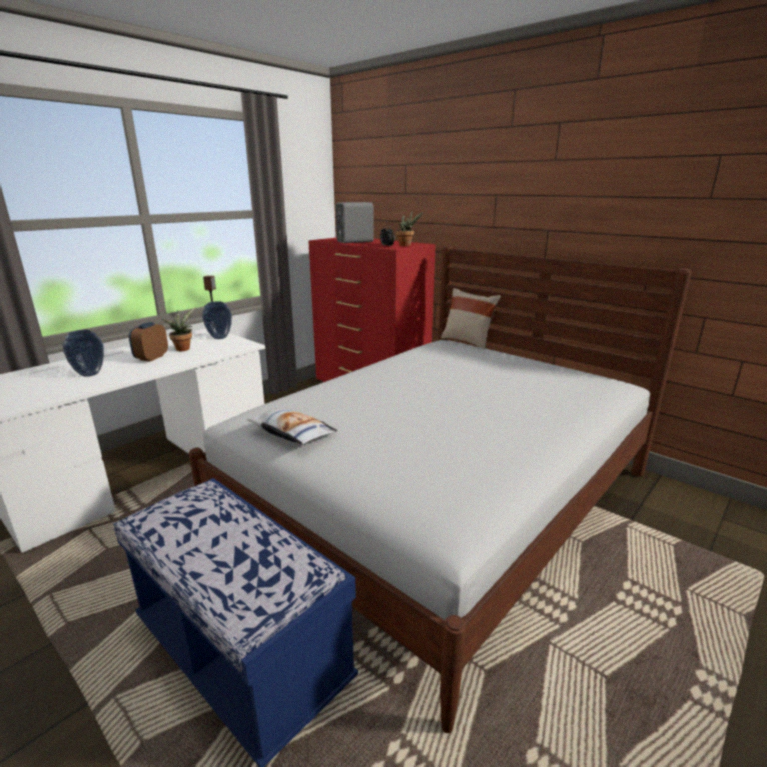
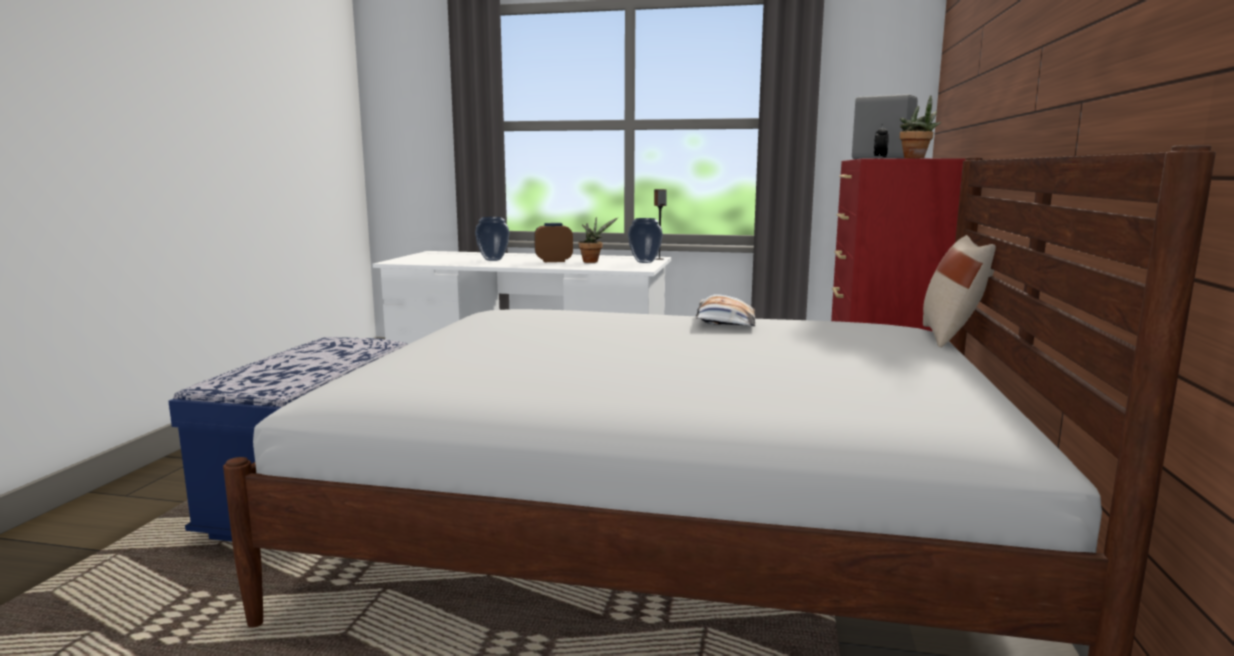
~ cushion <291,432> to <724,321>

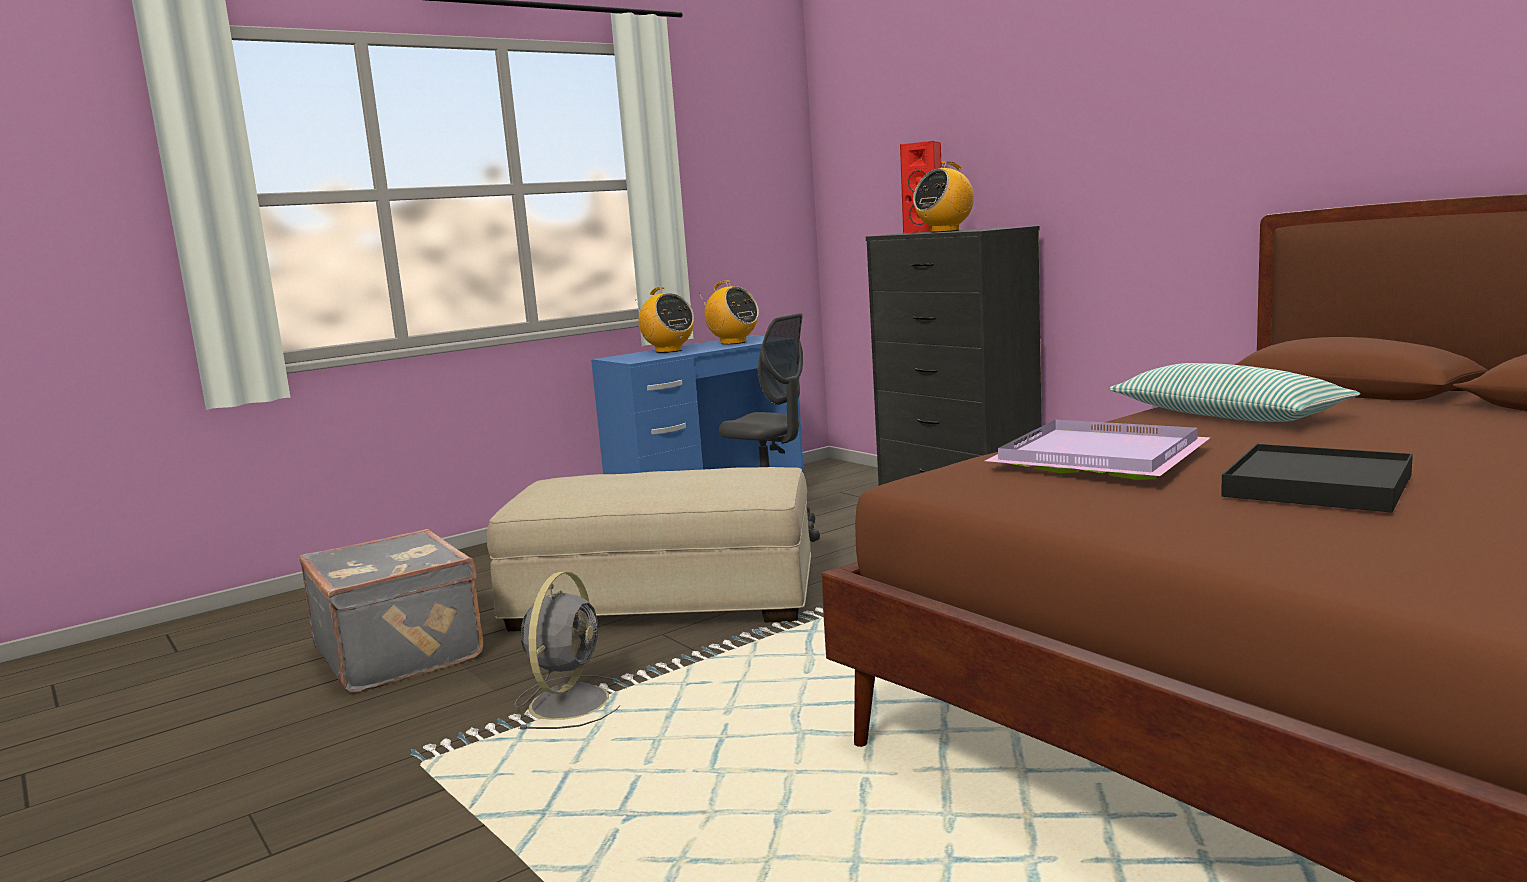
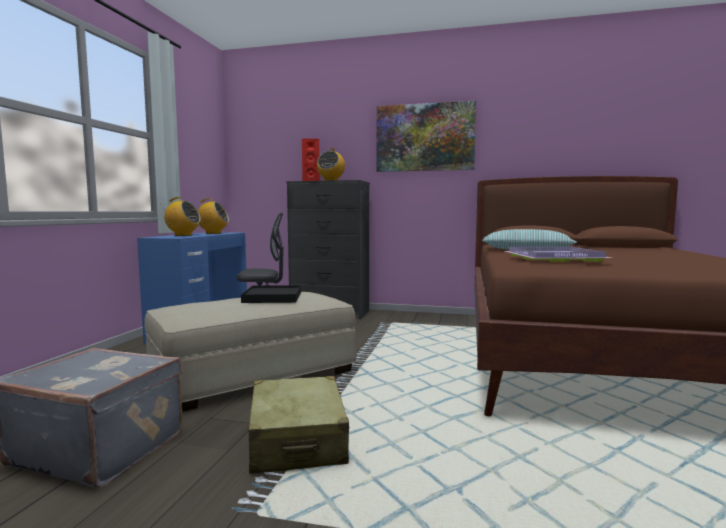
~ grey fan <571,701> to beige travel case <297,440>
~ black carrying tray <1316,486> to <272,297>
+ picture <424,137>

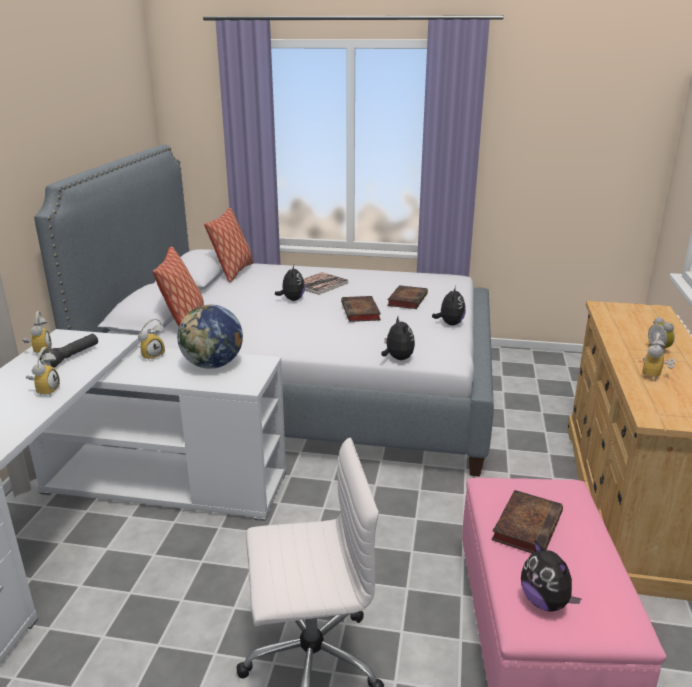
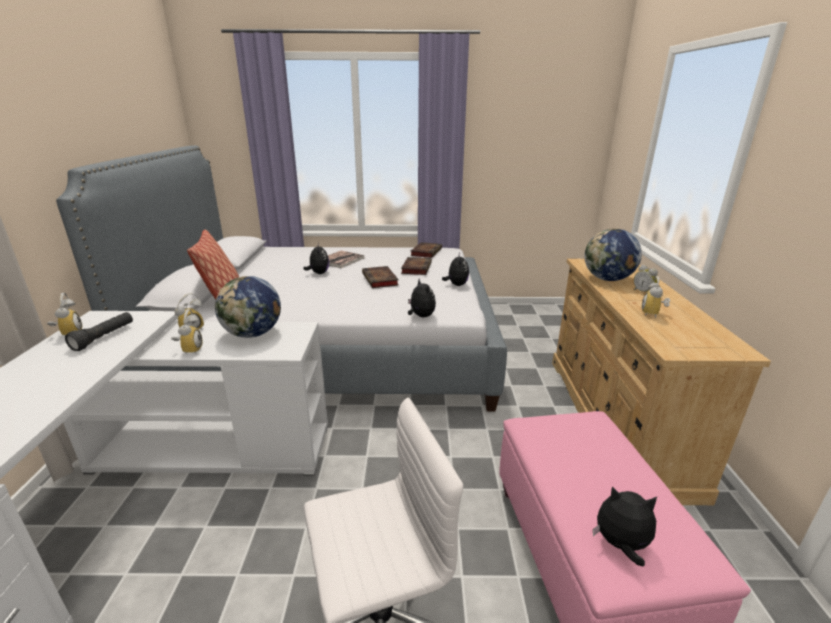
~ bedside clock <45,391> to <190,350>
- cushion <233,272>
~ volume <527,525> to <426,252>
~ plush toy <545,601> = <620,545> 150 degrees clockwise
+ globe <607,279>

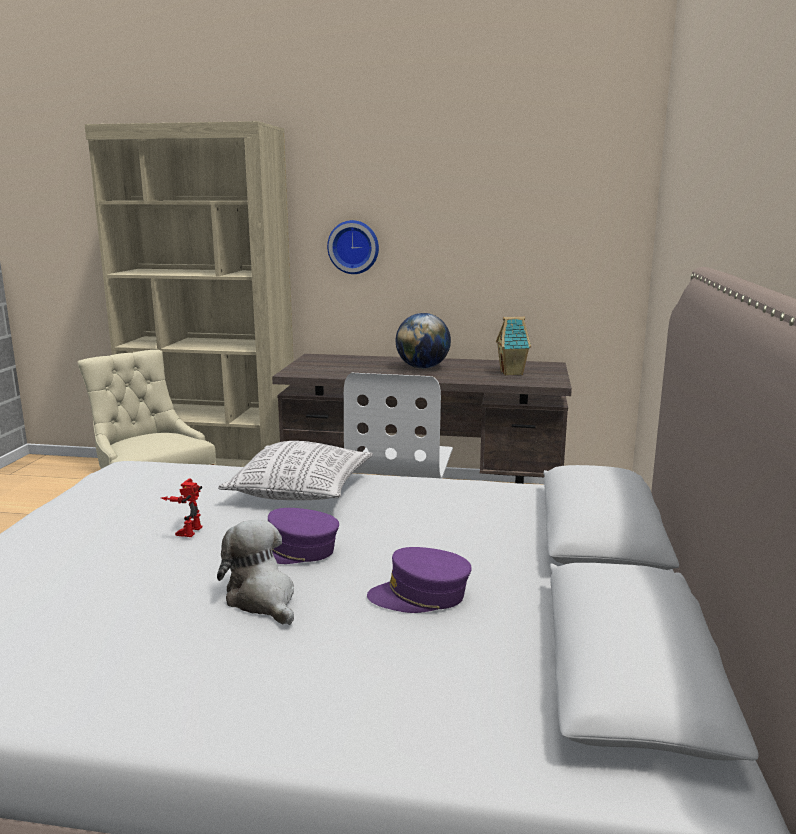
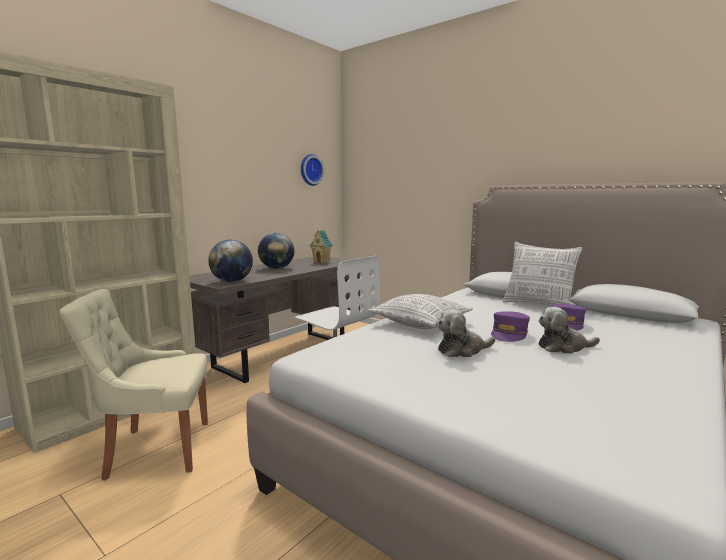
~ robot figure <186,530> to plush toy <462,350>
~ hanging clock <354,247> to <310,170>
+ globe <232,281>
+ cushion <538,305>

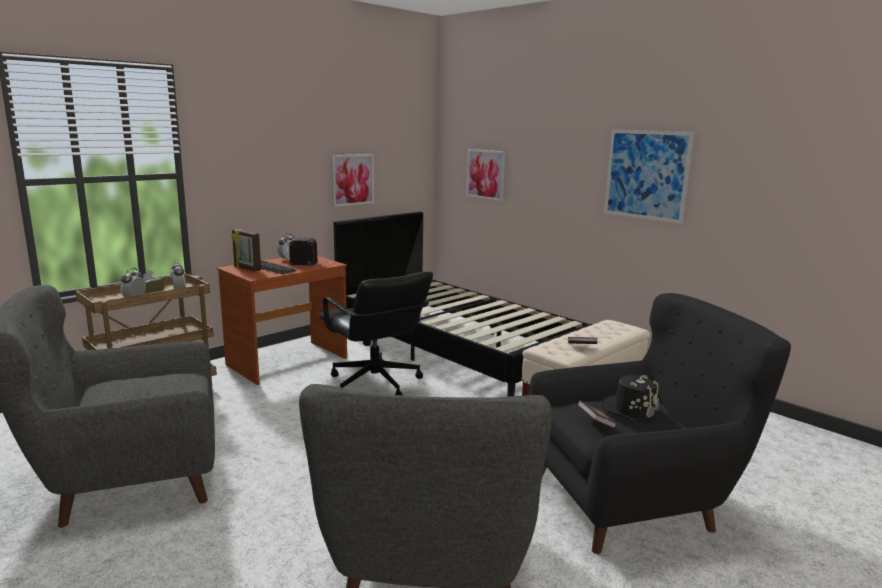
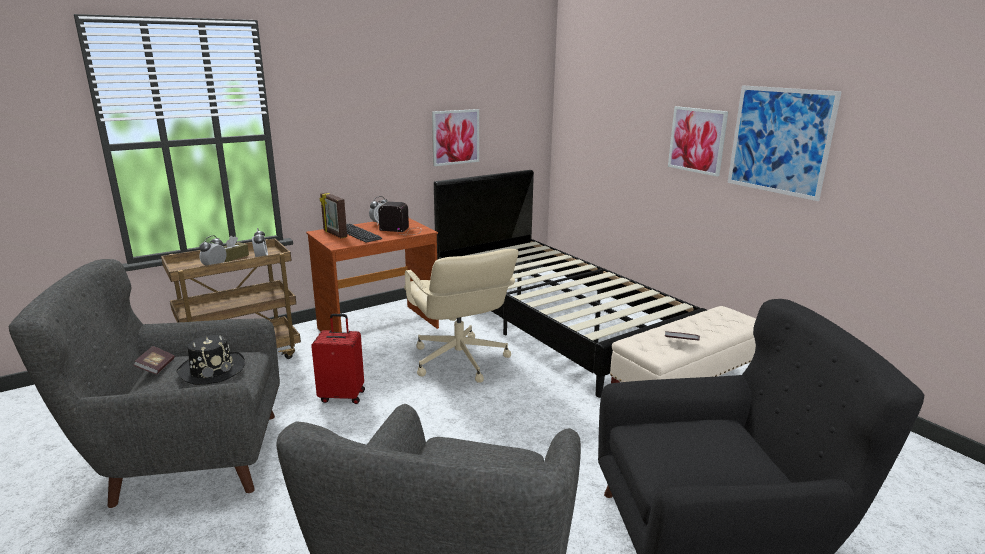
~ black office chair <375,384> to beige office chair <459,361>
~ picture <486,174> to <697,140>
~ volume <595,422> to <156,367>
~ black clothing hat <633,410> to <212,369>
+ red travel case <342,396>

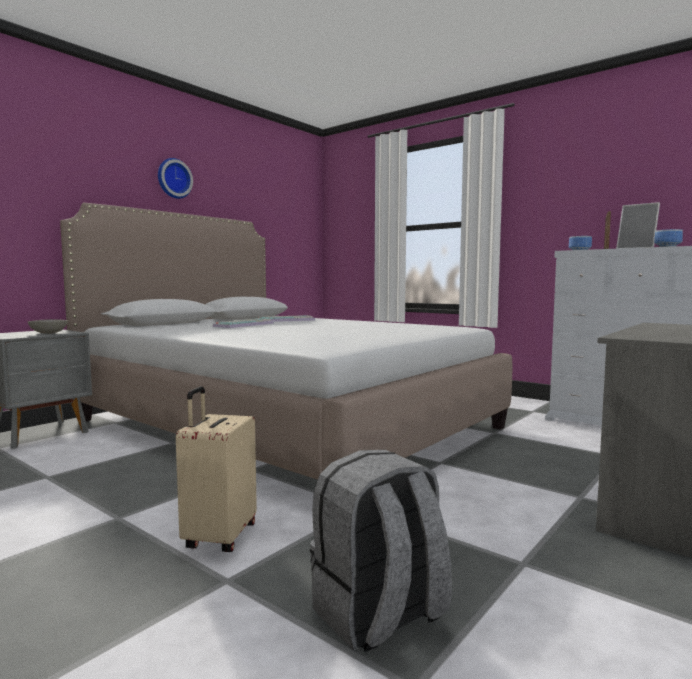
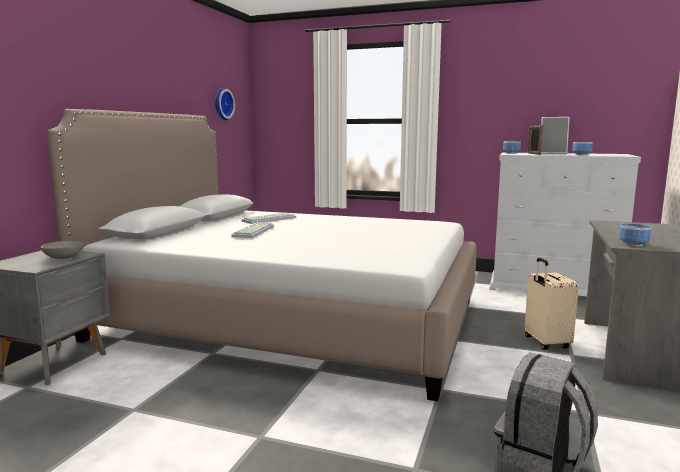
~ hanging clock <173,178> to <222,104>
~ beige travel case <219,537> to <545,343>
+ deep dish <634,244>

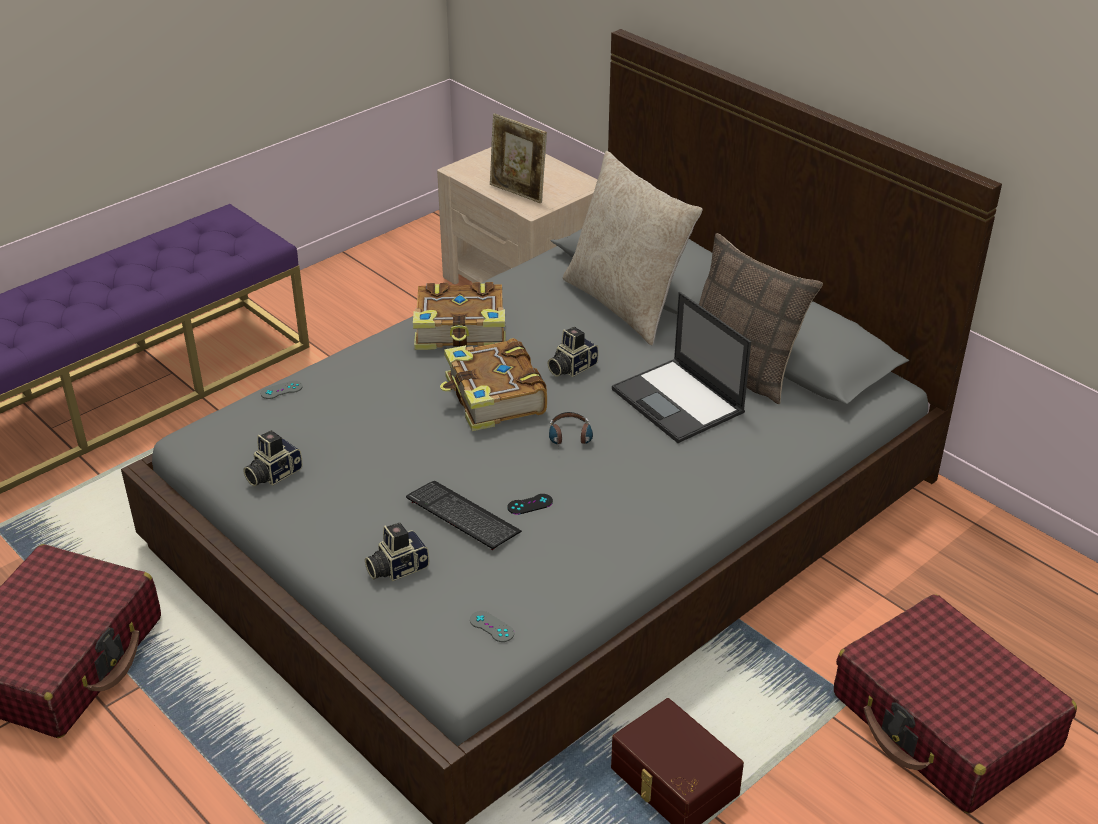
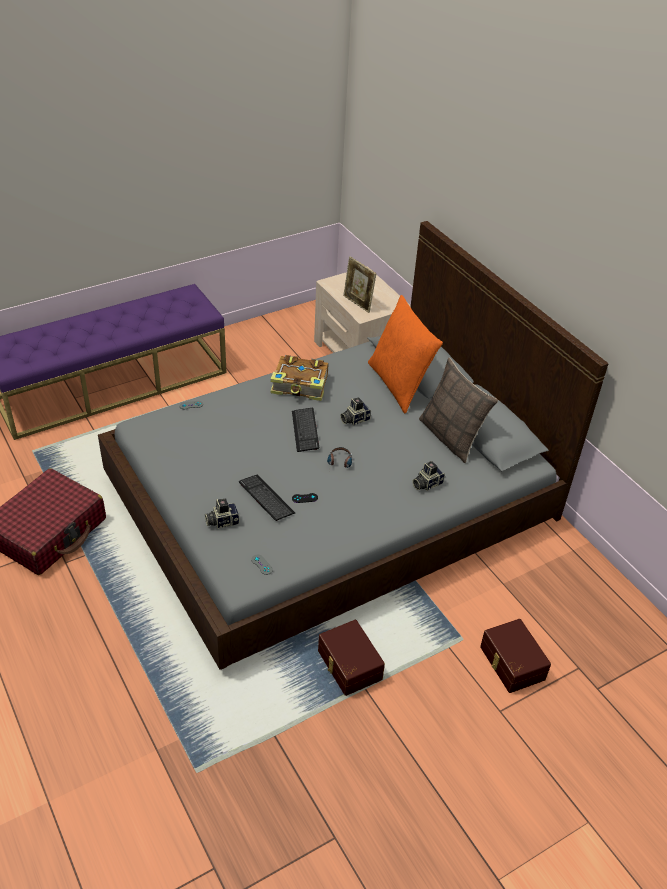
~ still camera <272,474> to <426,483>
~ volume <494,398> to computer keyboard <305,430>
~ beige cushion <626,304> to orange-coloured cushion <399,384>
- notebook computer <679,401>
~ red travel case <945,722> to brown storage box <511,663>

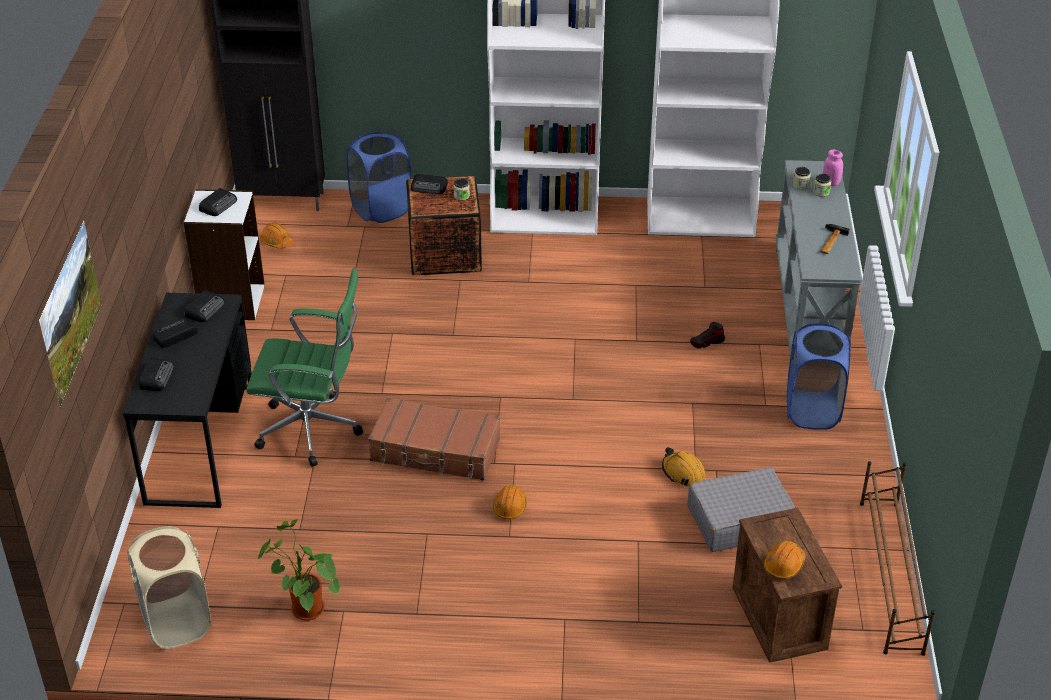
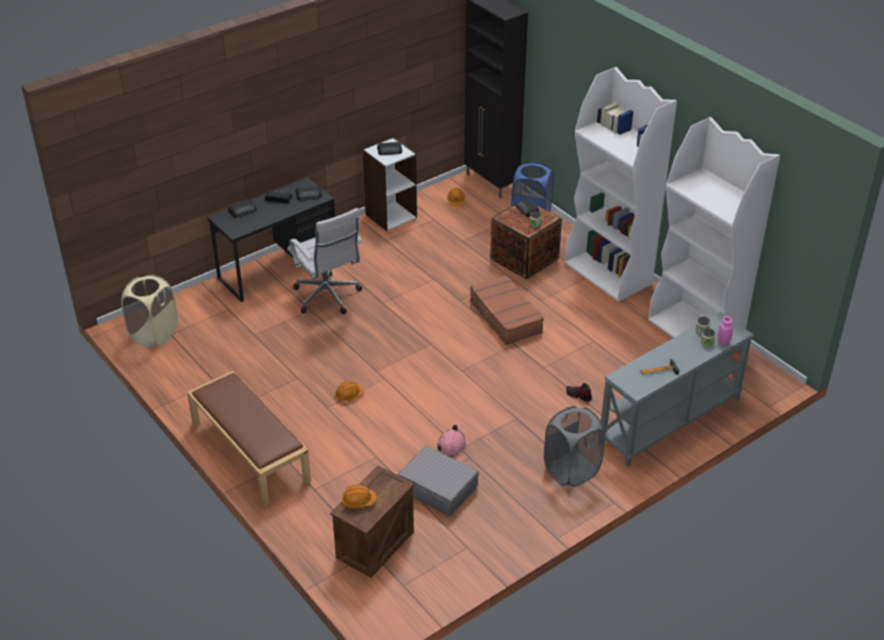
- picture <76,333>
~ greenish office chair <314,430> to white-coloured office chair <328,298>
- houseplant <304,609>
~ brown travel case <435,451> to <505,317>
~ orange-coloured hard hat <683,473> to pink hard hat <451,445>
~ blue-coloured laundry basket <812,411> to grey laundry basket <571,471>
- brown shoe stand <890,576>
+ brown indoor bench <249,452>

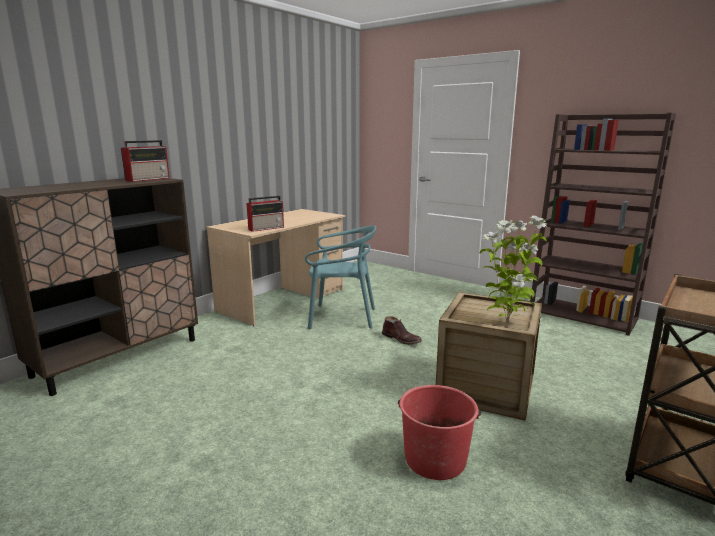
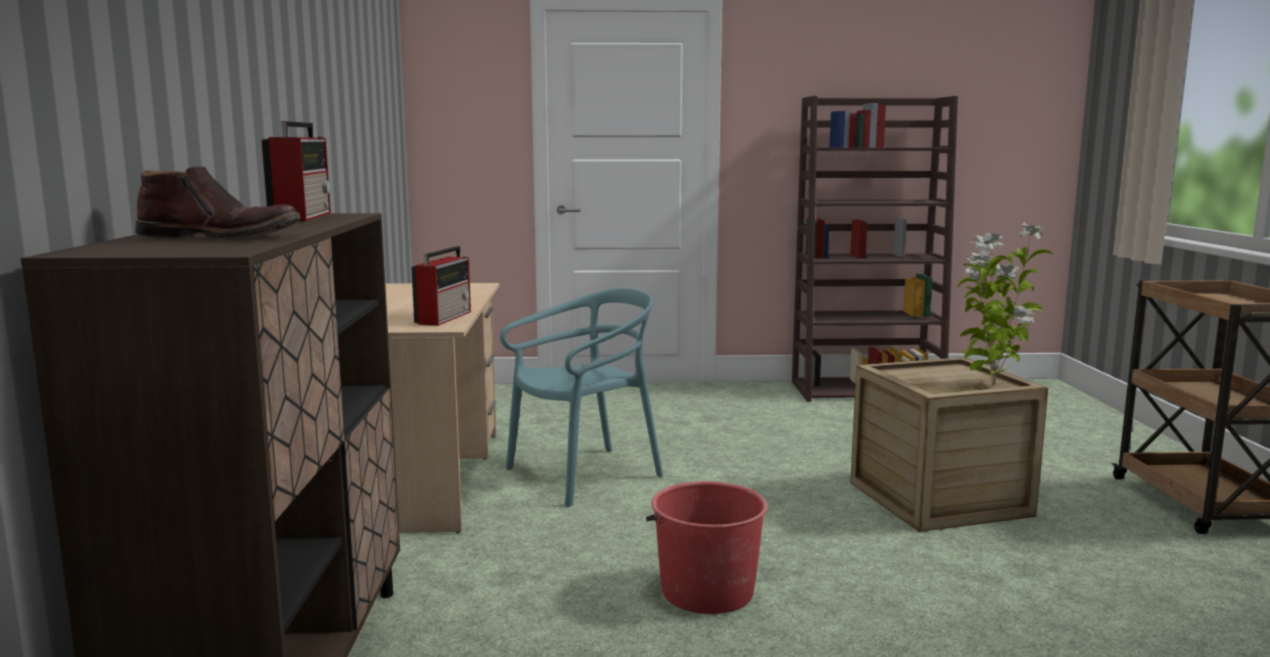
~ brown tall boot <401,339> to <221,237>
~ red pail <435,459> to <706,591>

